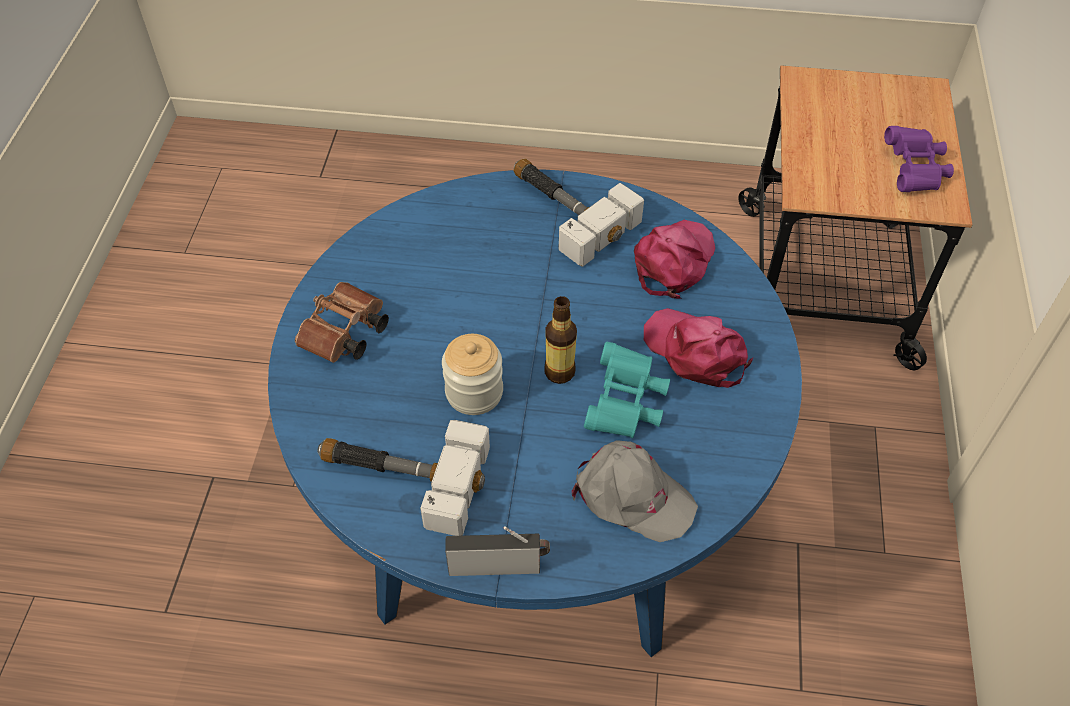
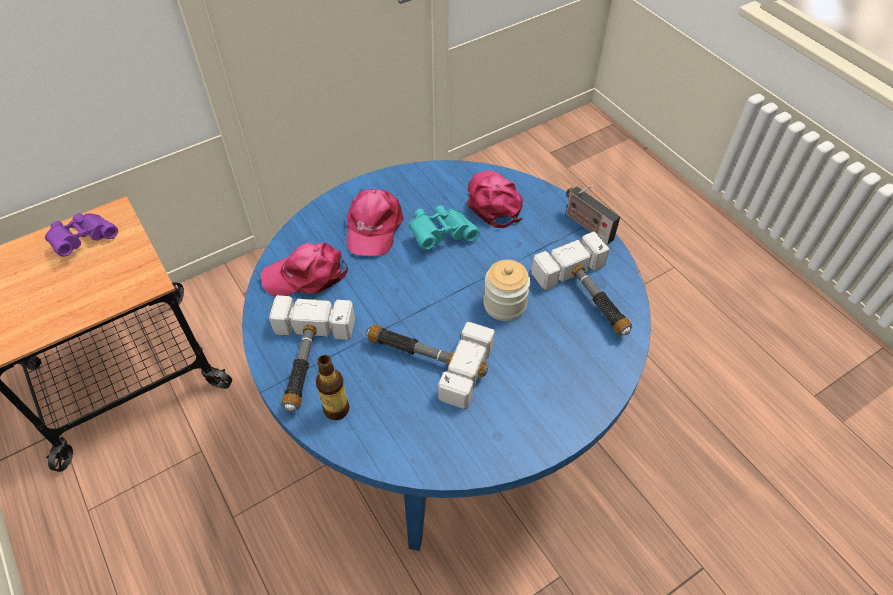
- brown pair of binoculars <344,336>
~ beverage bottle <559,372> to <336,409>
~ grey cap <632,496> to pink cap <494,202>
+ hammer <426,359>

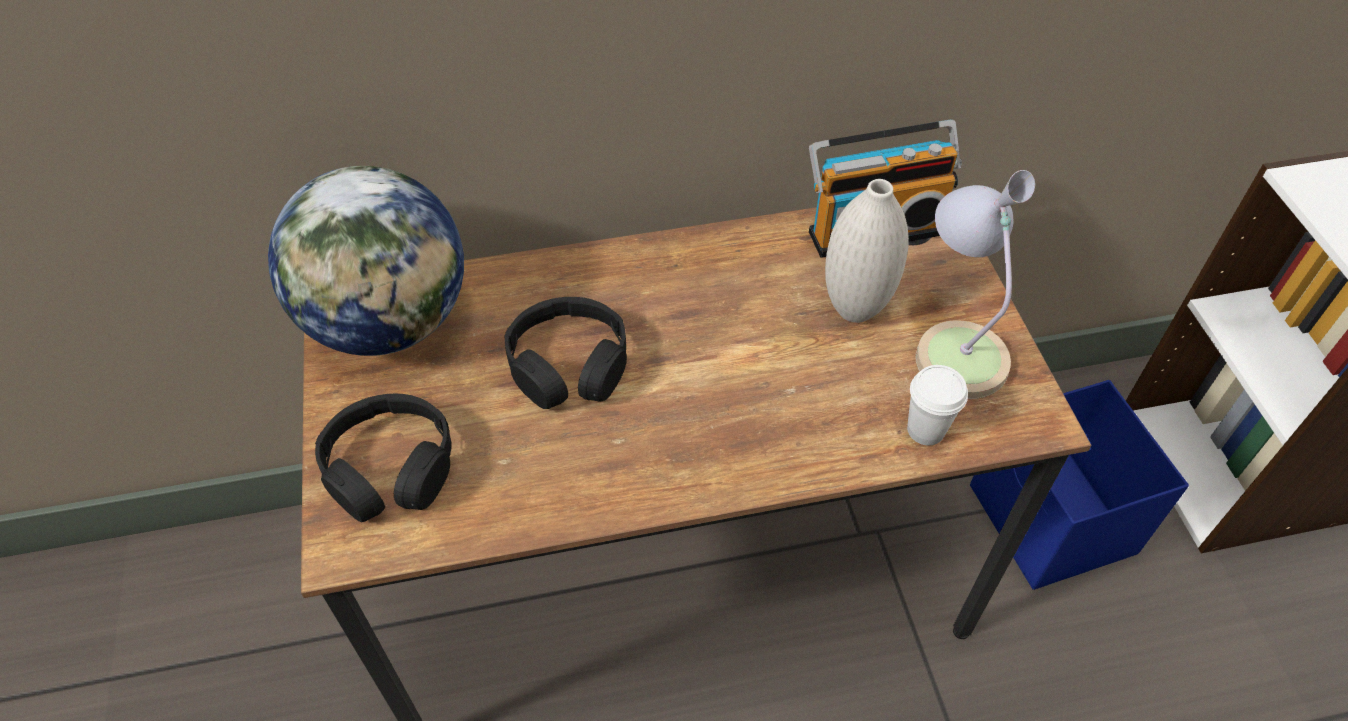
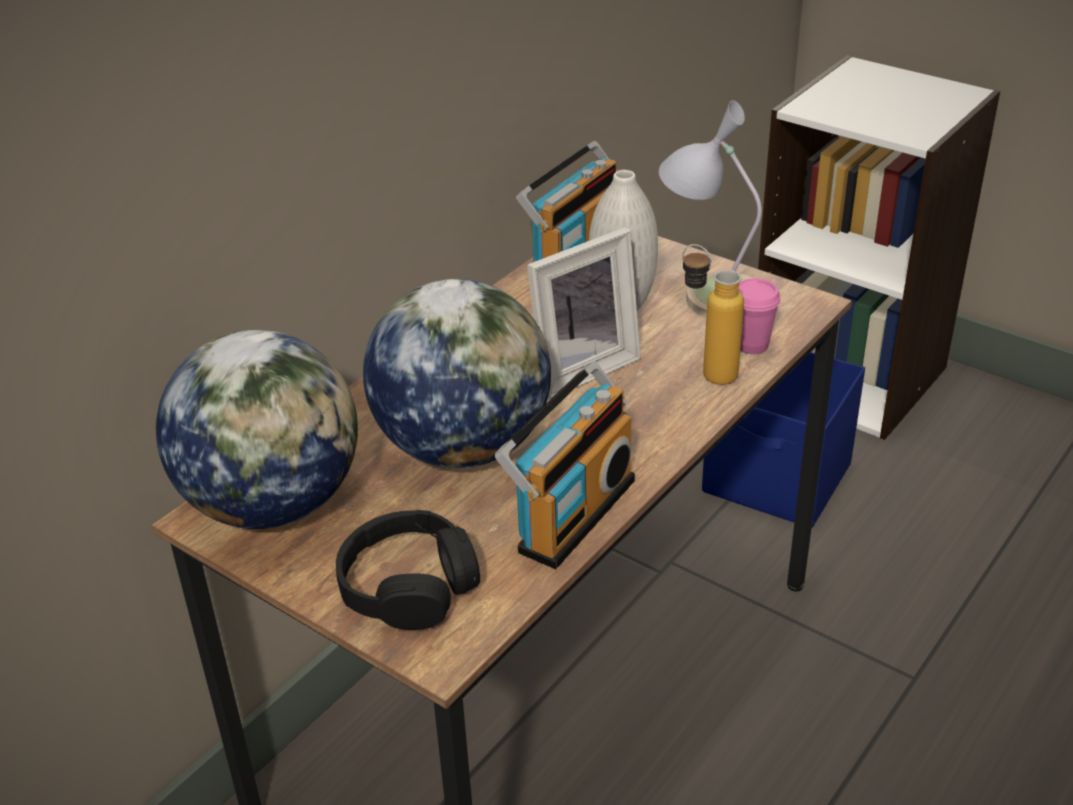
~ black headphones <569,365> to globe <463,447>
~ white-coloured drinking cup <925,430> to pink drinking cup <752,345>
+ radio receiver <571,513>
+ standing frame <580,368>
+ beverage bottle <706,372>

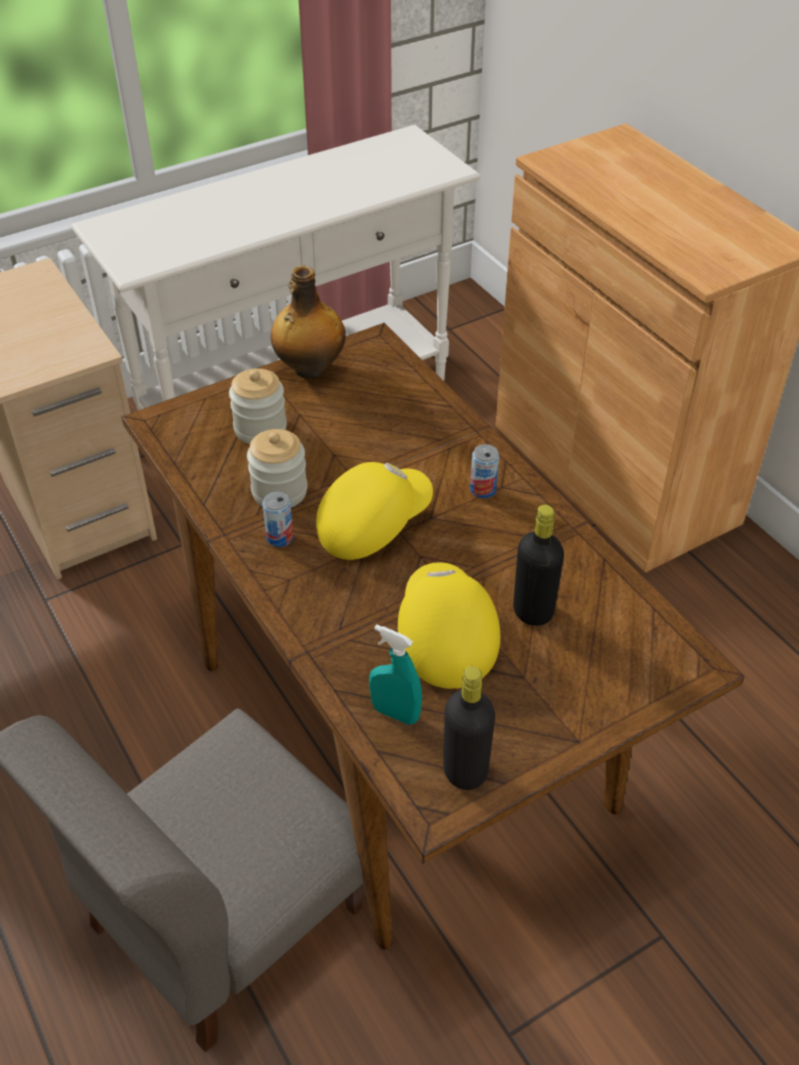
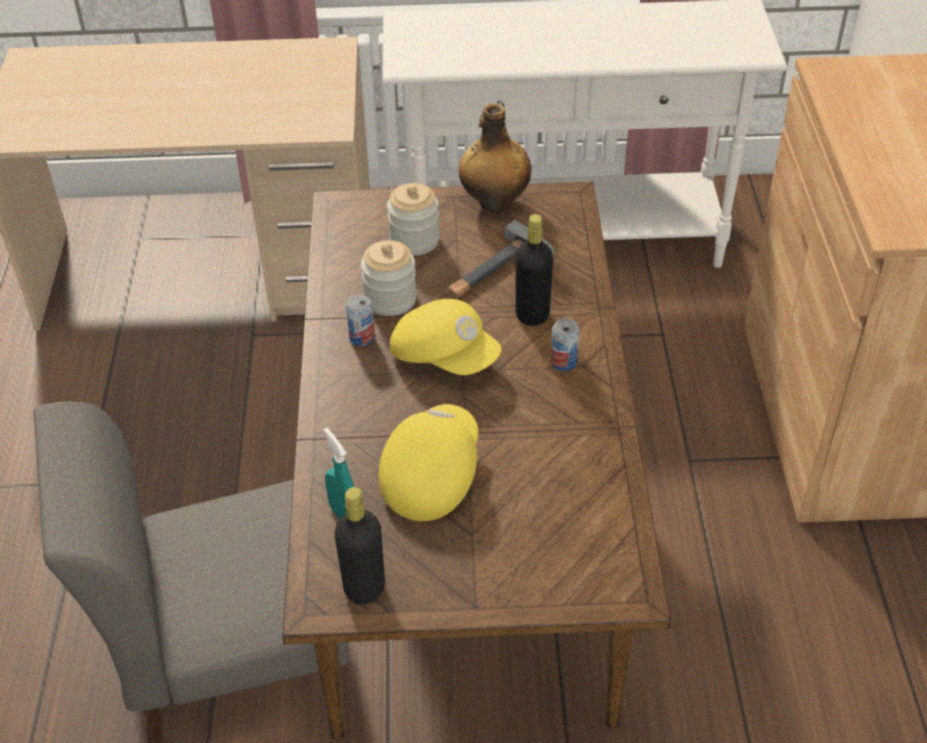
~ yellow cap <372,524> = <445,356> 45 degrees clockwise
~ black beverage bottle <533,611> to <532,315>
+ hammer <496,270>

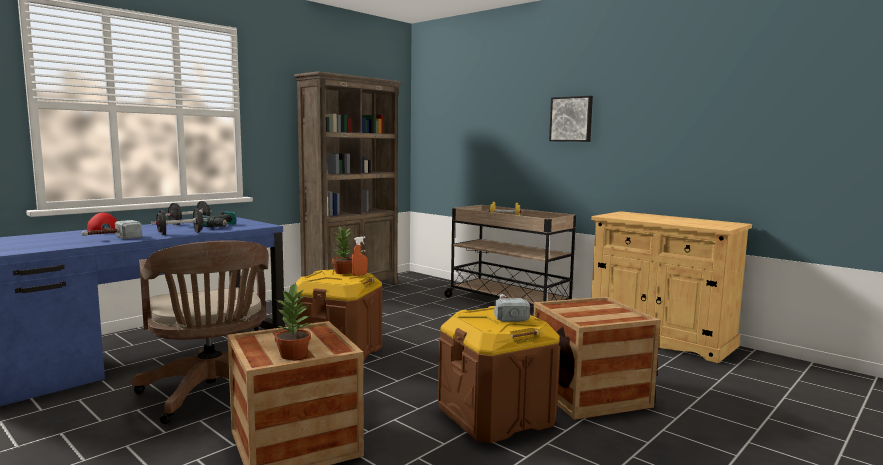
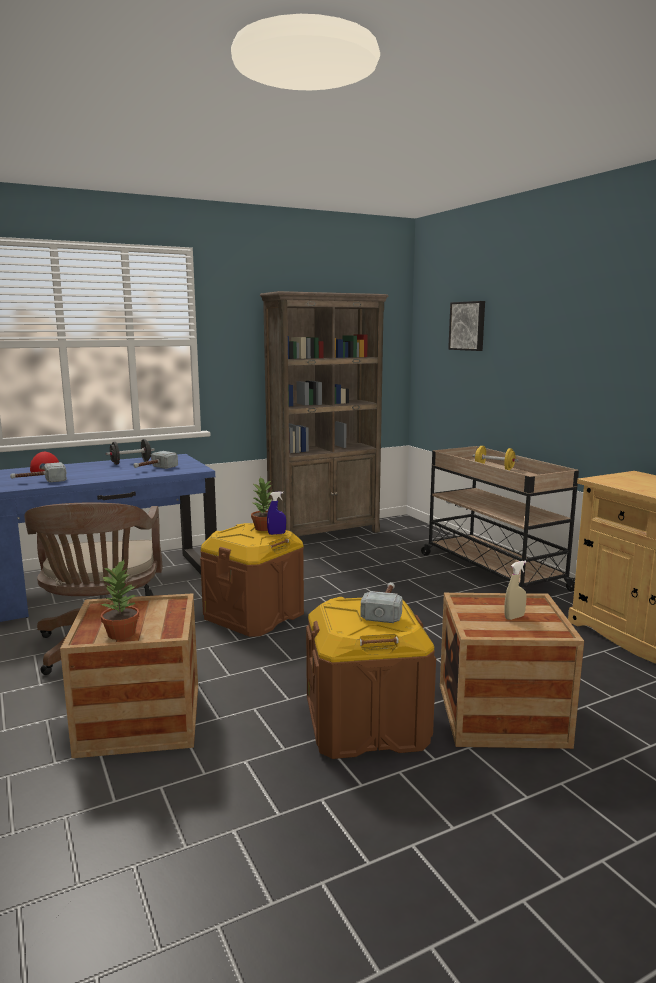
- black dumbbell <180,233>
~ power drill <220,226> to hammer <153,469>
~ orange-coloured hand sprayer <359,275> to blue-coloured hand sprayer <276,534>
~ picture <571,119> to <468,326>
+ beige hand sprayer <514,617>

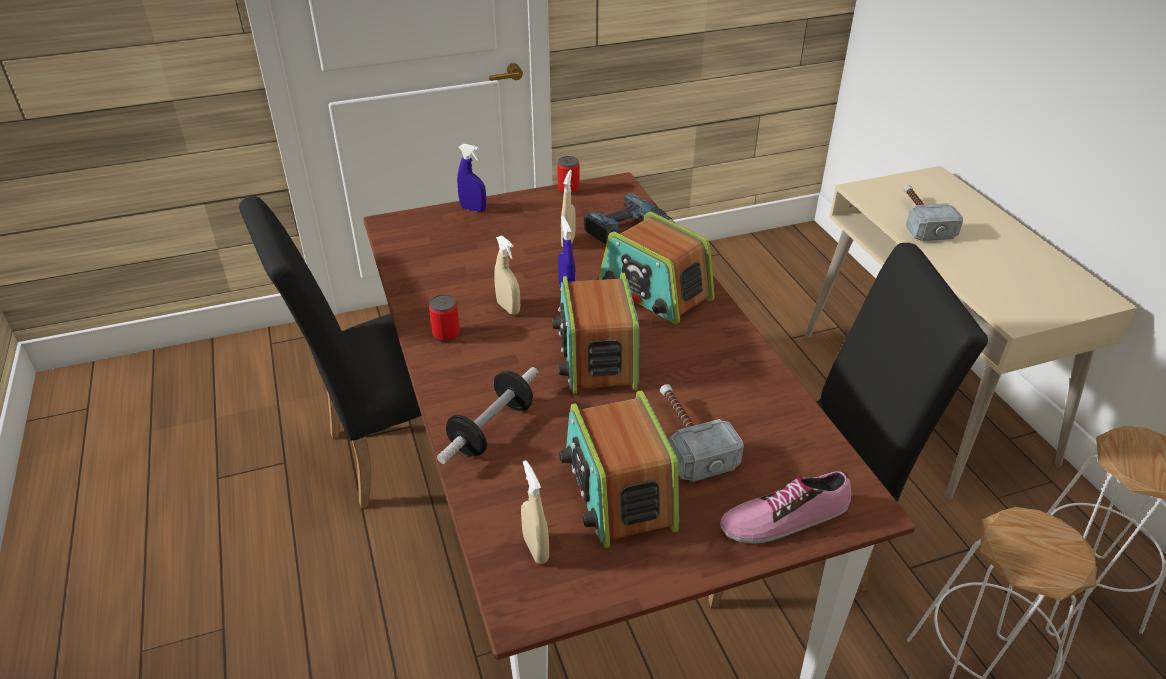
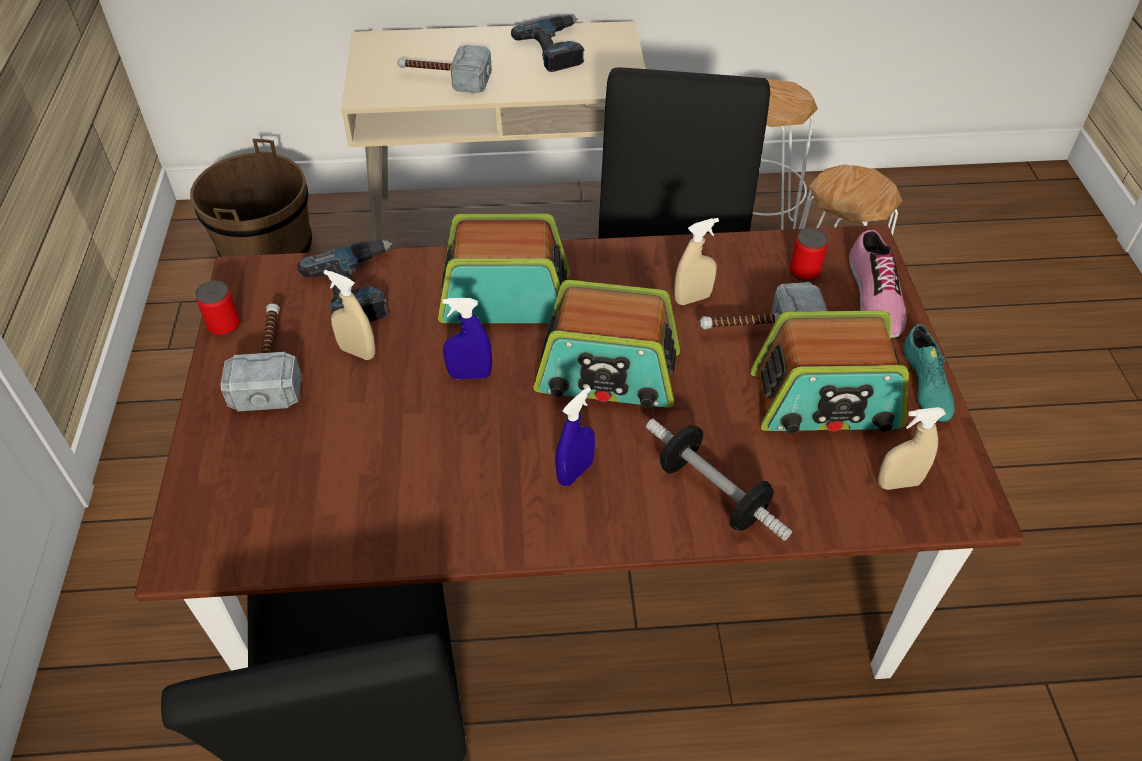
~ sealed can <446,334> to <804,272>
~ blue-coloured hand sprayer <473,209> to <575,472>
~ beige hand sprayer <508,308> to <692,298>
~ radio receiver <654,291> = <505,297> 150 degrees counterclockwise
+ brown pail <268,251>
+ hammer <271,365>
+ power drill <557,48>
+ turquoise shoe <924,386>

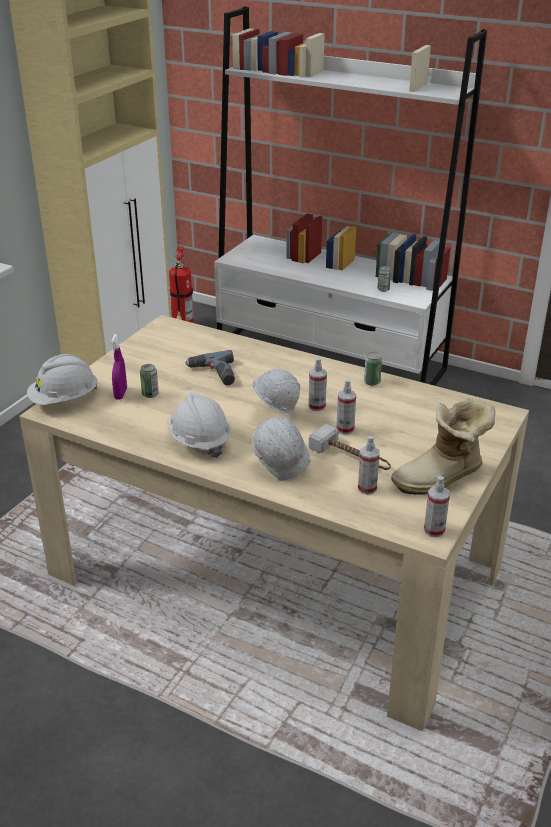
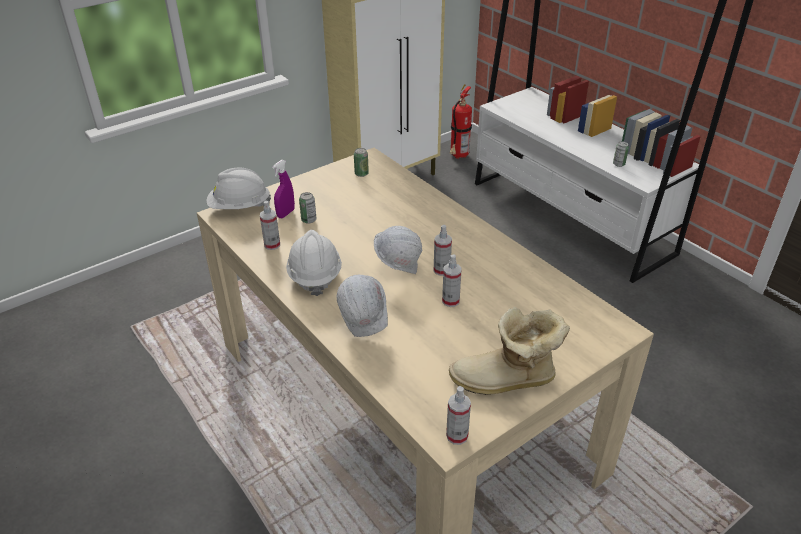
- power drill <213,374>
- hammer <351,457>
~ hand sprayer <367,488> to <272,245>
~ sealed can <372,382> to <361,174>

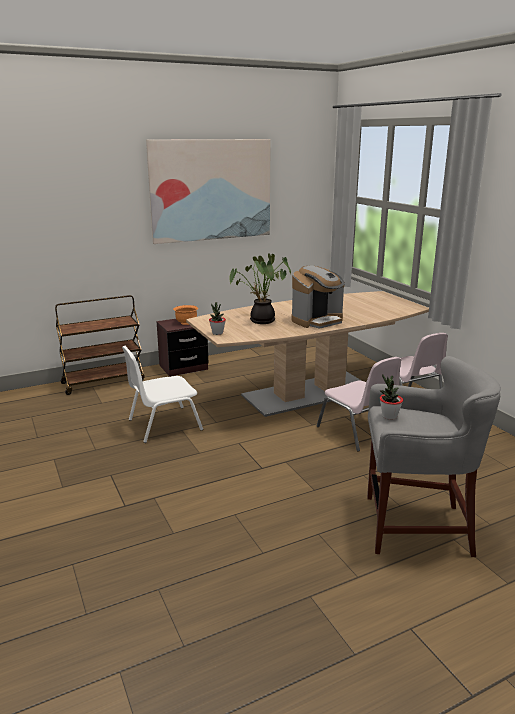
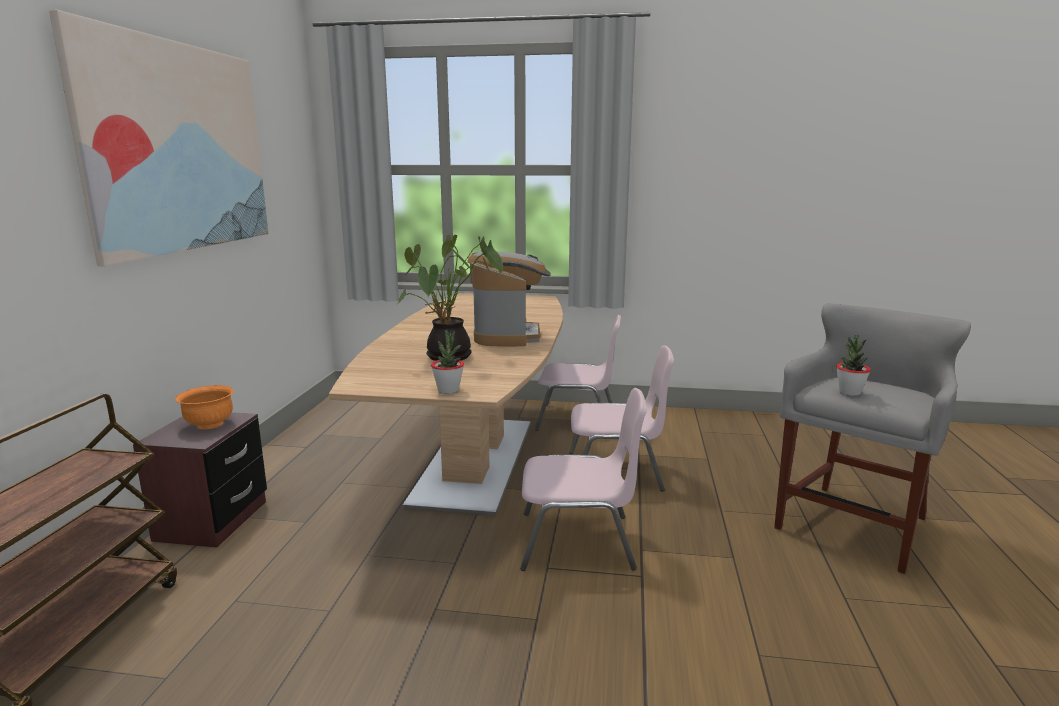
- white-coloured upright chair <163,425>
+ pink upright chair <578,541>

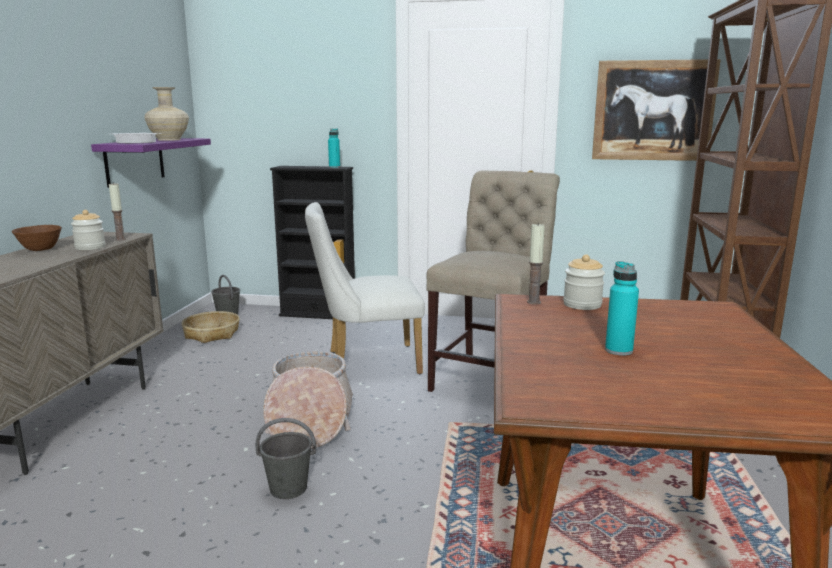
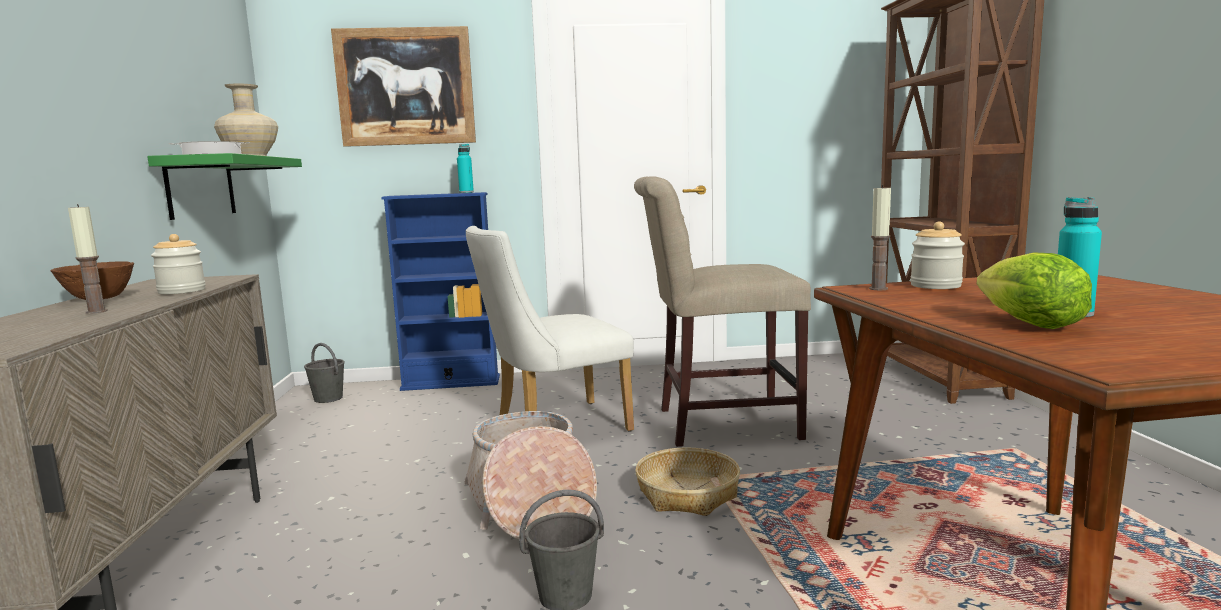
~ purplish shelf <135,161> to greenish shelf <201,187>
~ wax light <120,239> to <96,311>
~ basket <212,334> to <687,494>
~ black bookcase <318,314> to blue-coloured bookcase <451,383>
~ beige upright chair <492,377> = <718,423> 105 degrees counterclockwise
~ picture <653,111> to <405,87>
+ lettuce head <1028,324>

